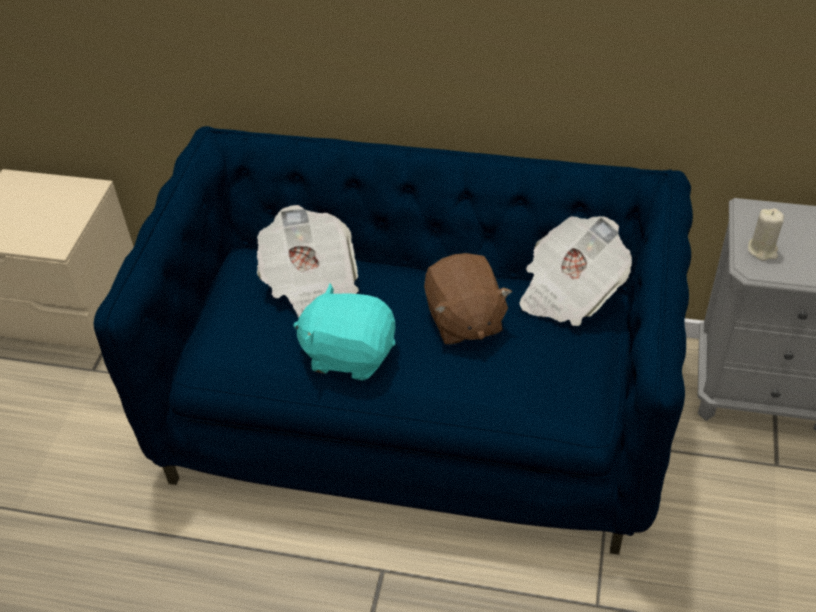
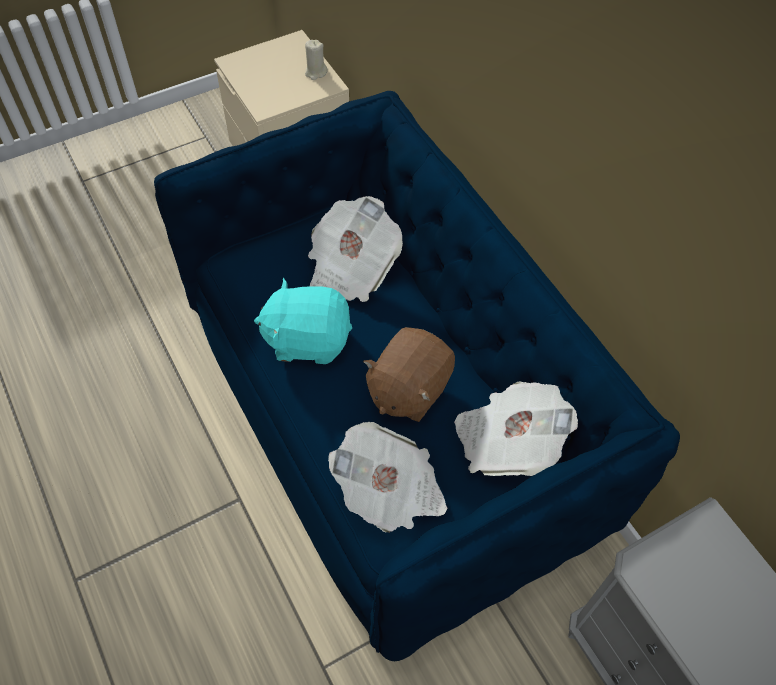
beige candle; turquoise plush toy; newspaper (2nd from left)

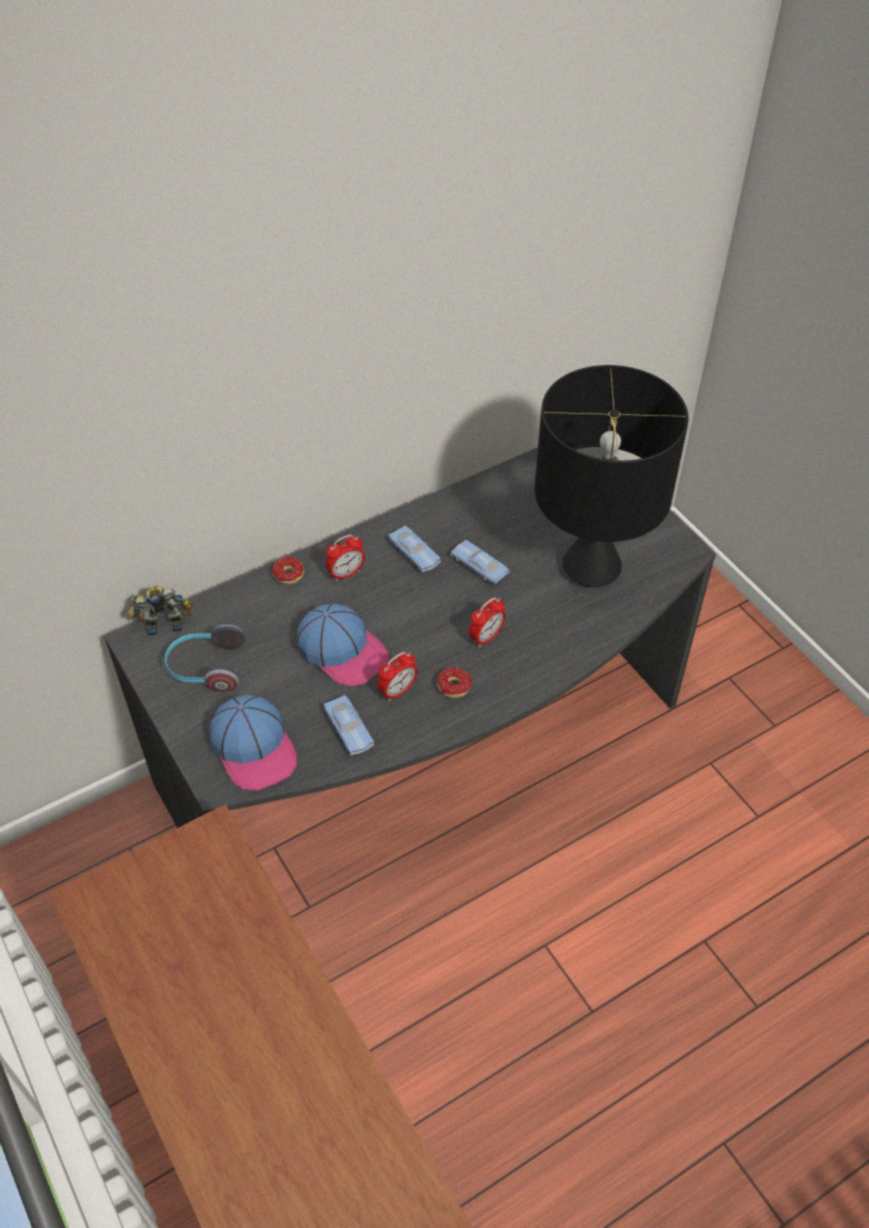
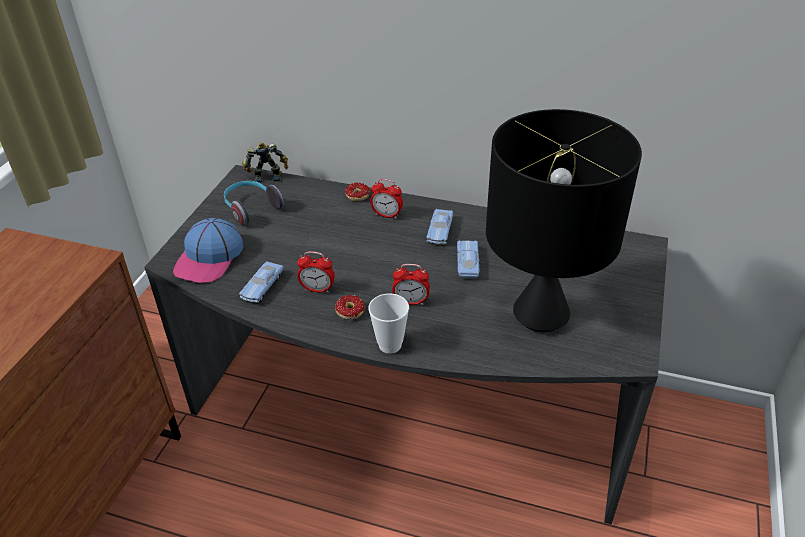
toy robot; cap (2nd from left in the first image); cup

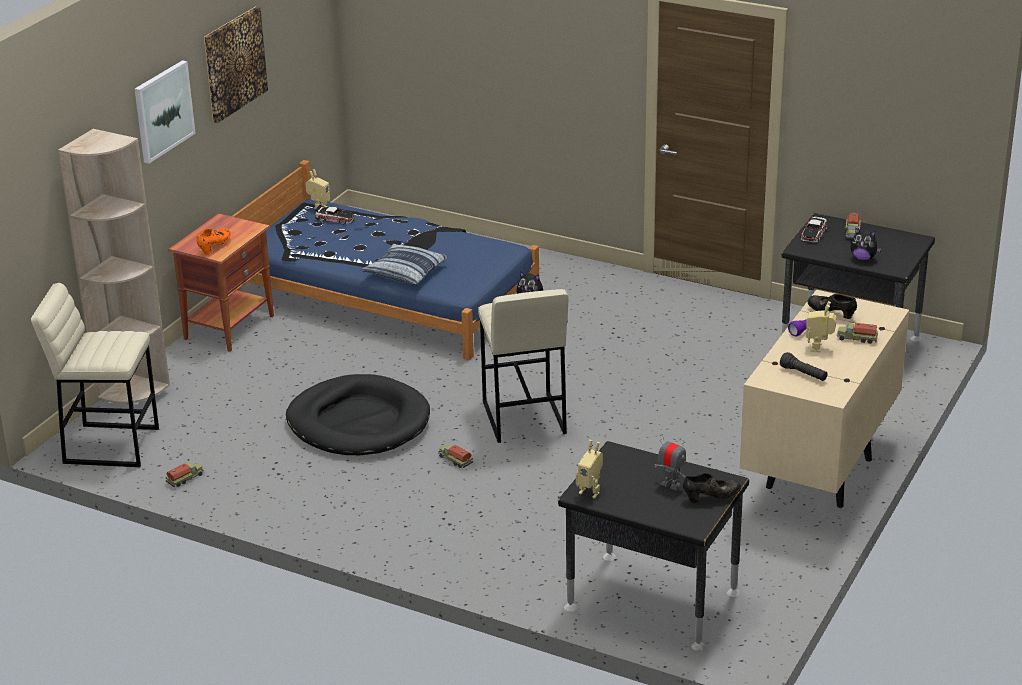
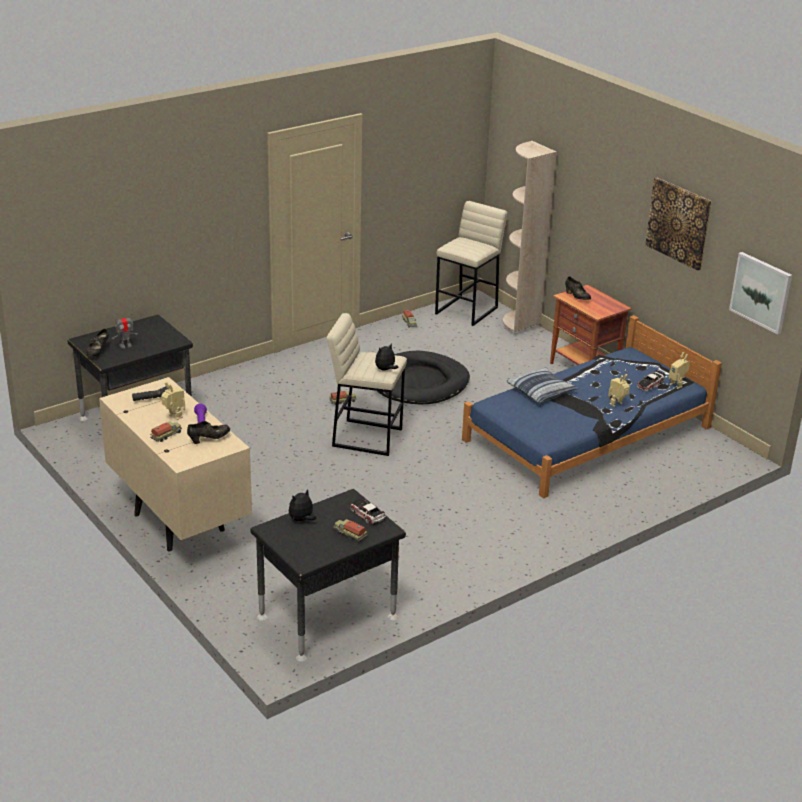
picture (2nd from left); black shoe (3rd from left); toy robot (3rd from left)

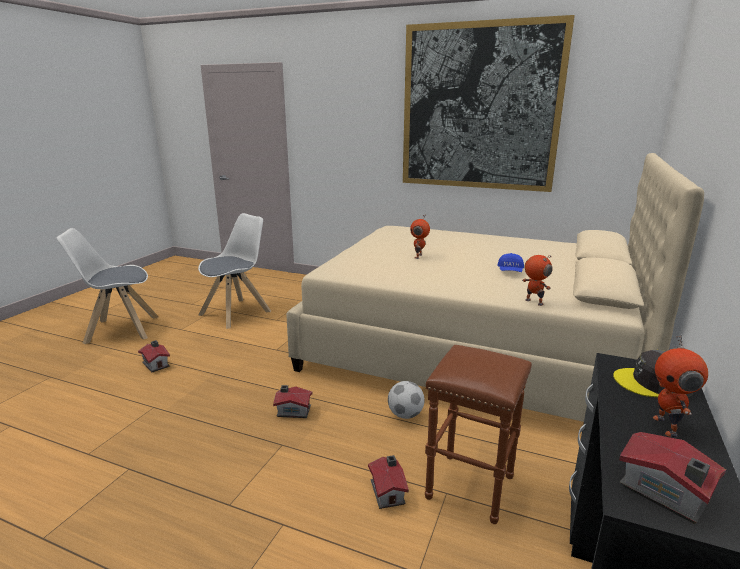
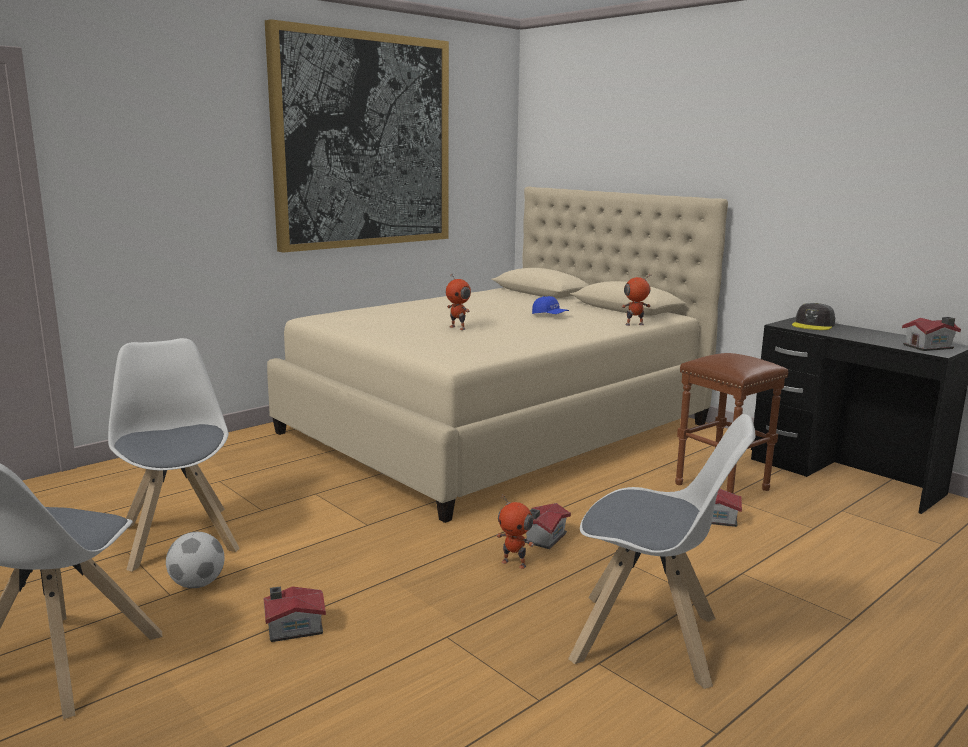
toy robot (2nd from left); football; chair (3rd from left)

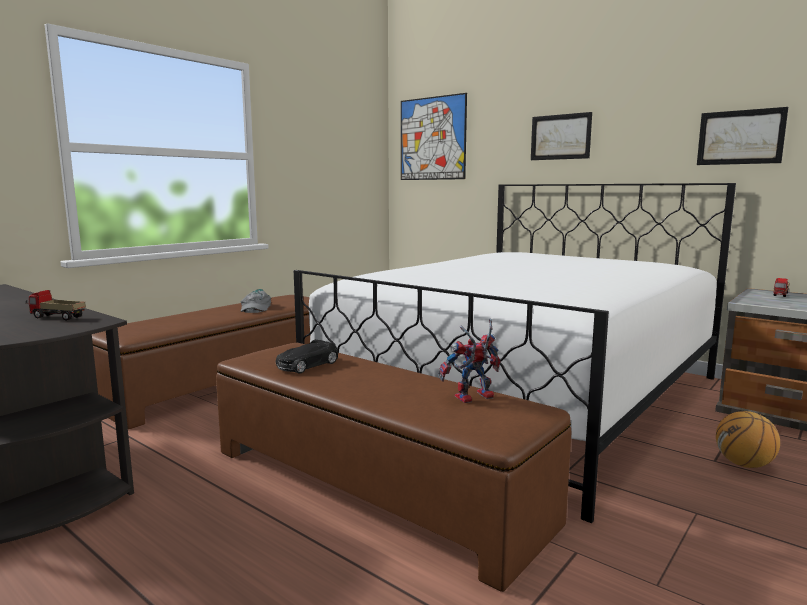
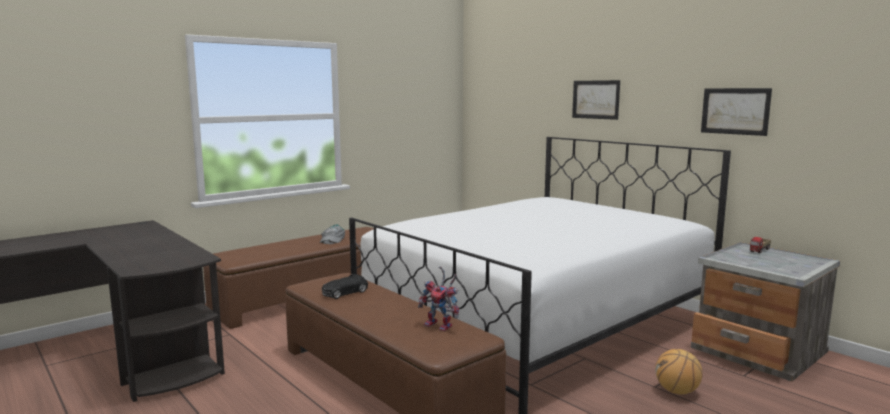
picture (1st from left in the first image); toy truck (1st from left in the first image); toy robot

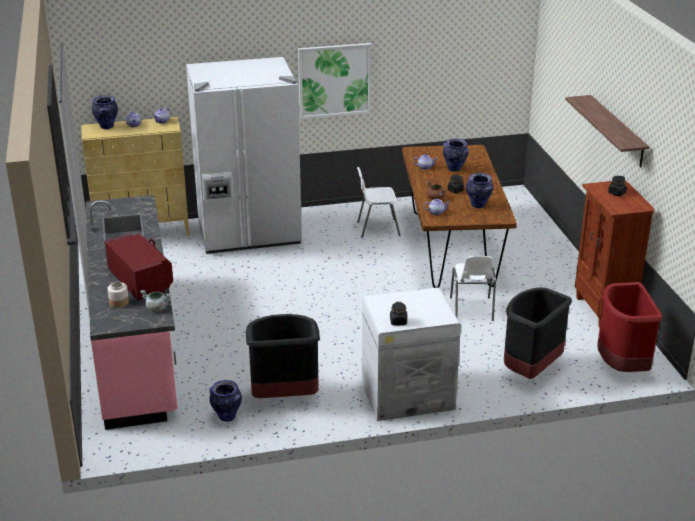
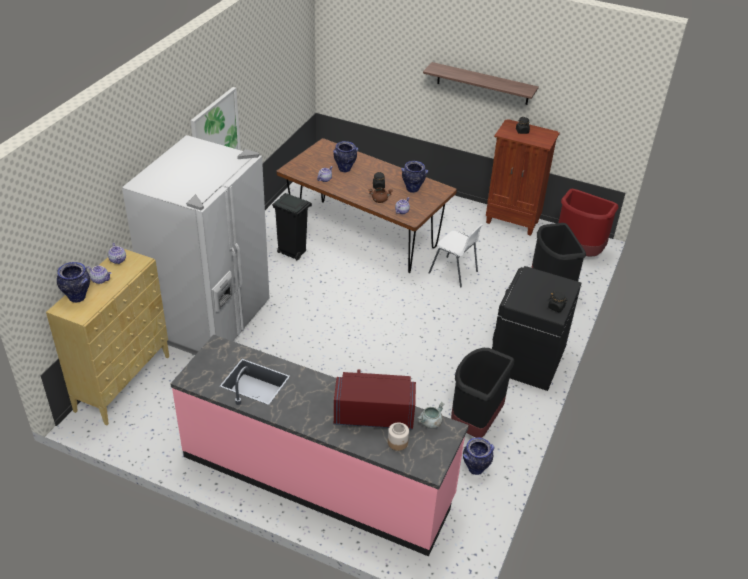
black trash can (1st from left); black washing machine

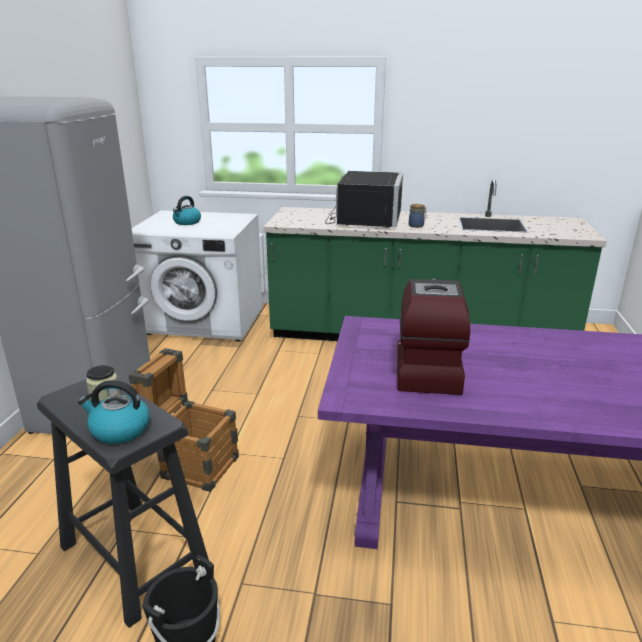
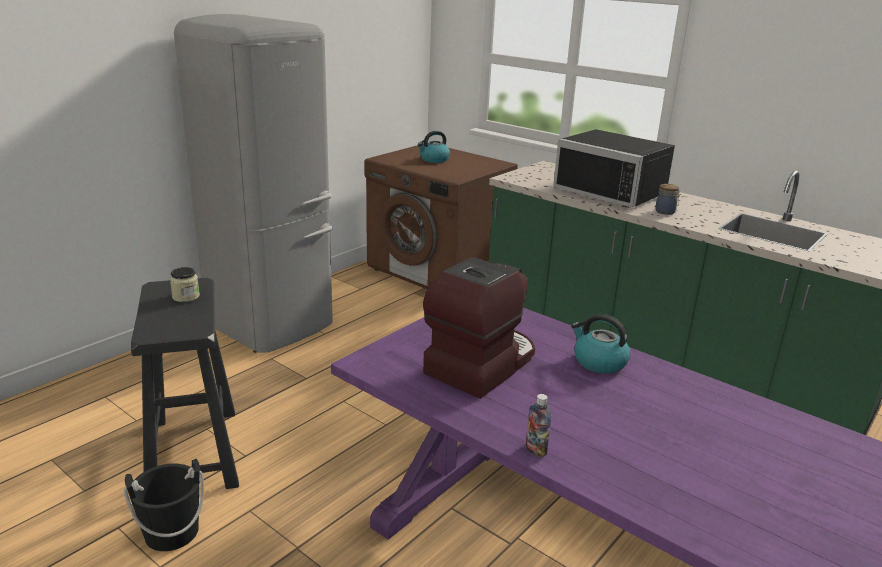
black microwave; brown washing machine; crate; kettle (2nd from left); bottle

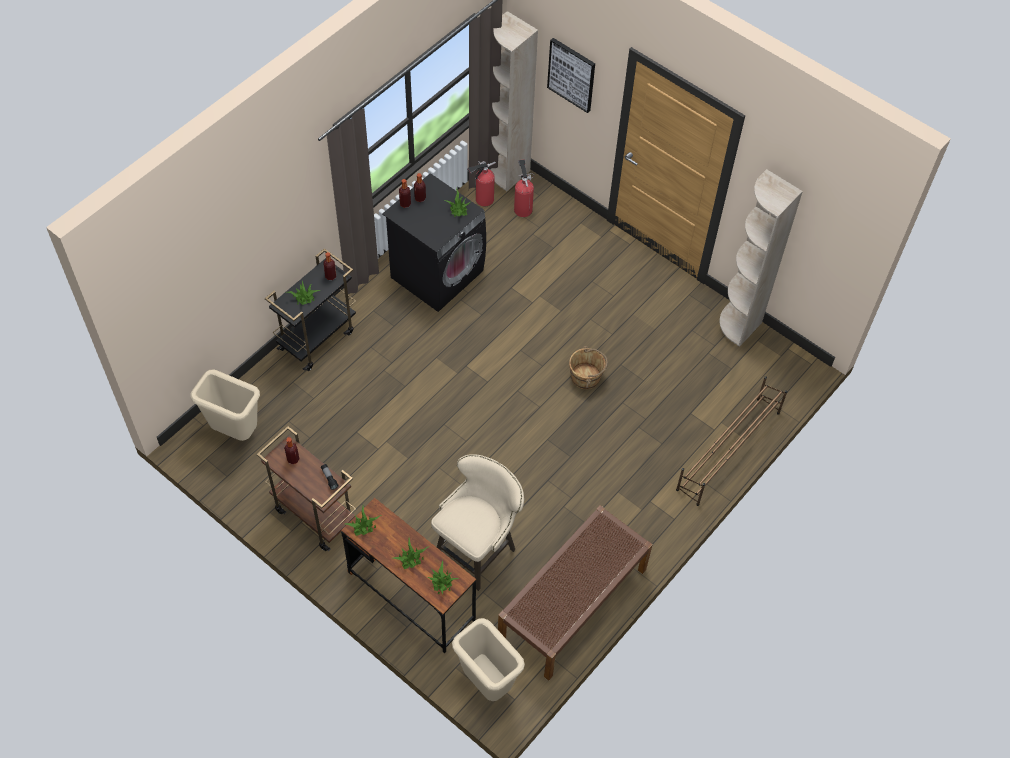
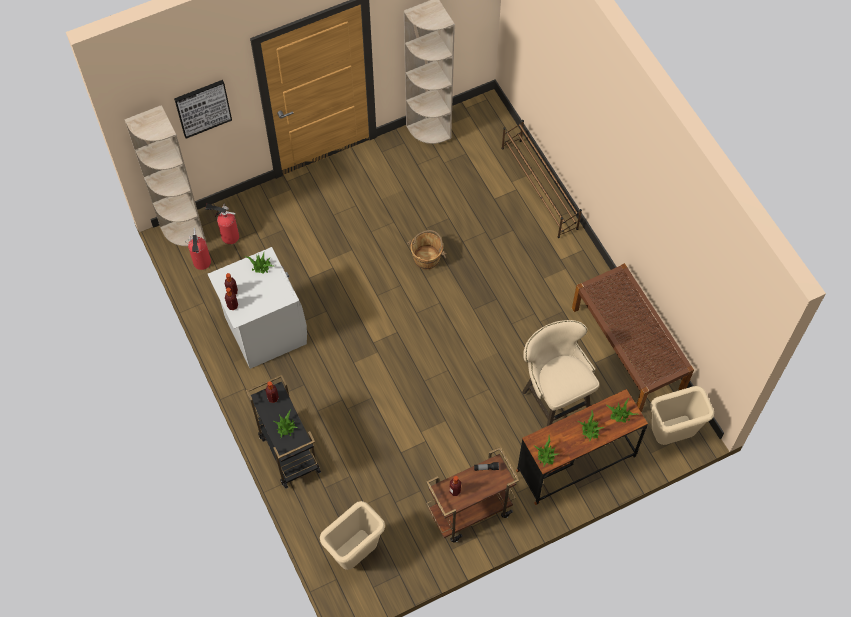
white washing machine

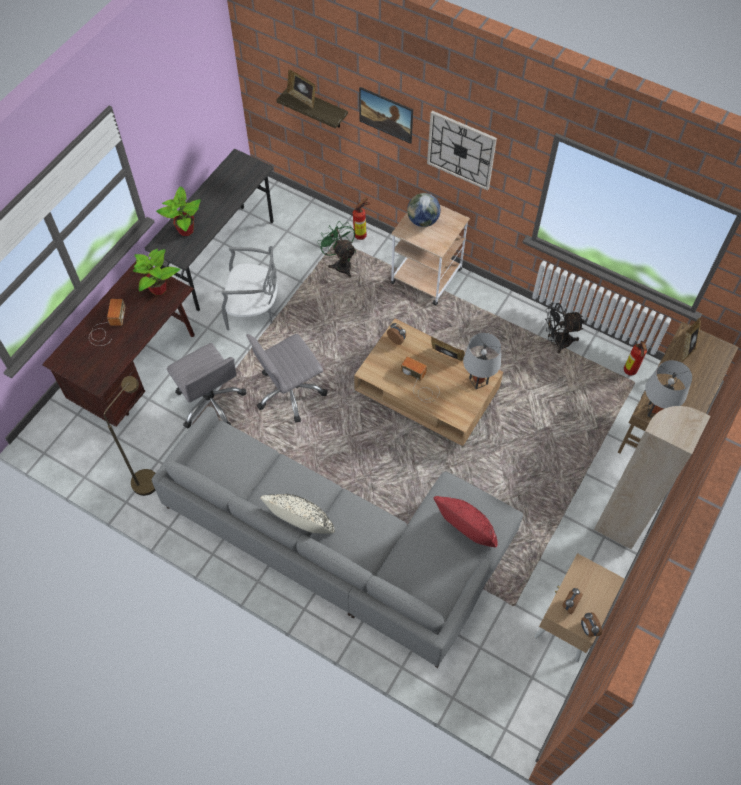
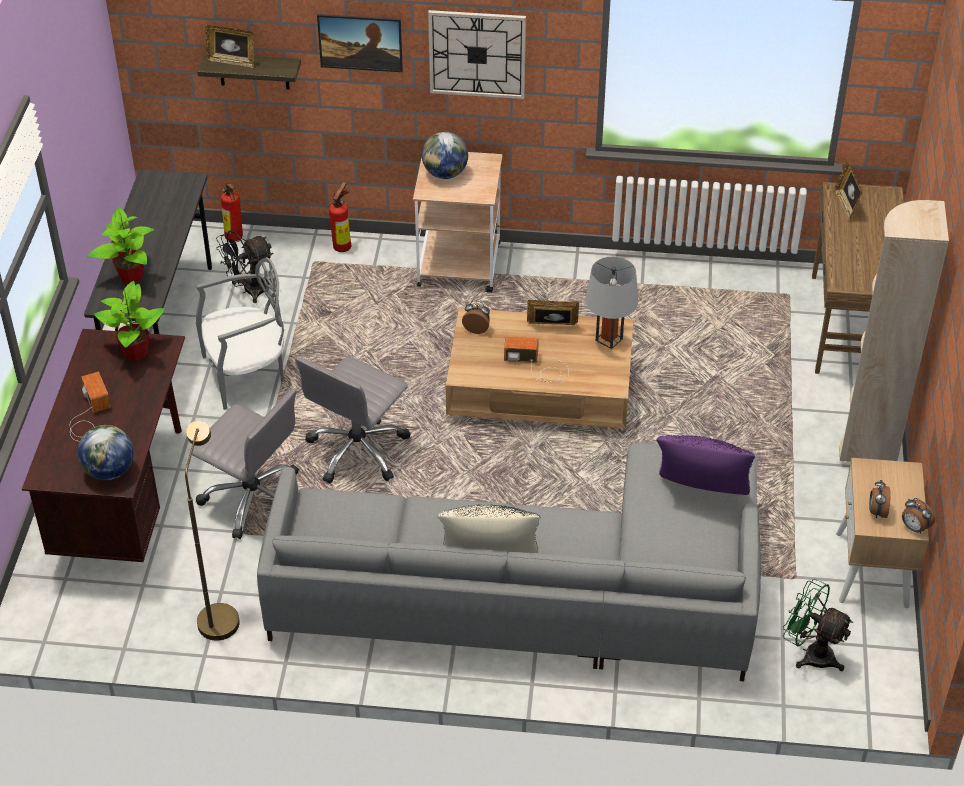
green fan; black fan; fire extinguisher (1st from left); grey table lamp (2nd from left in the first image); purple pillow; globe (1st from left)

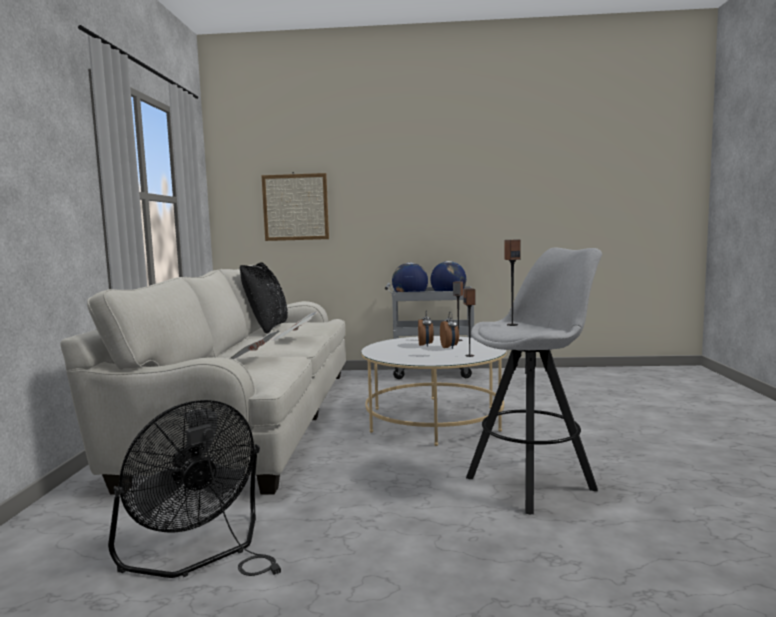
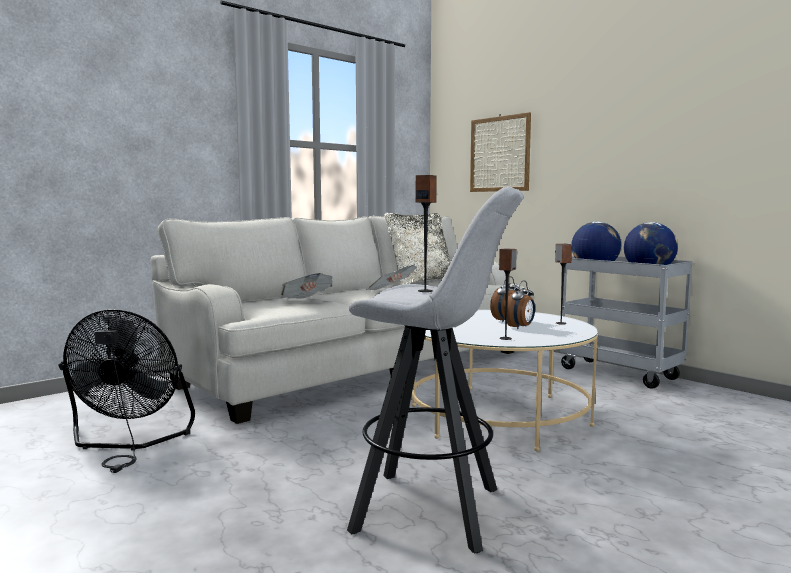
beige pillow

